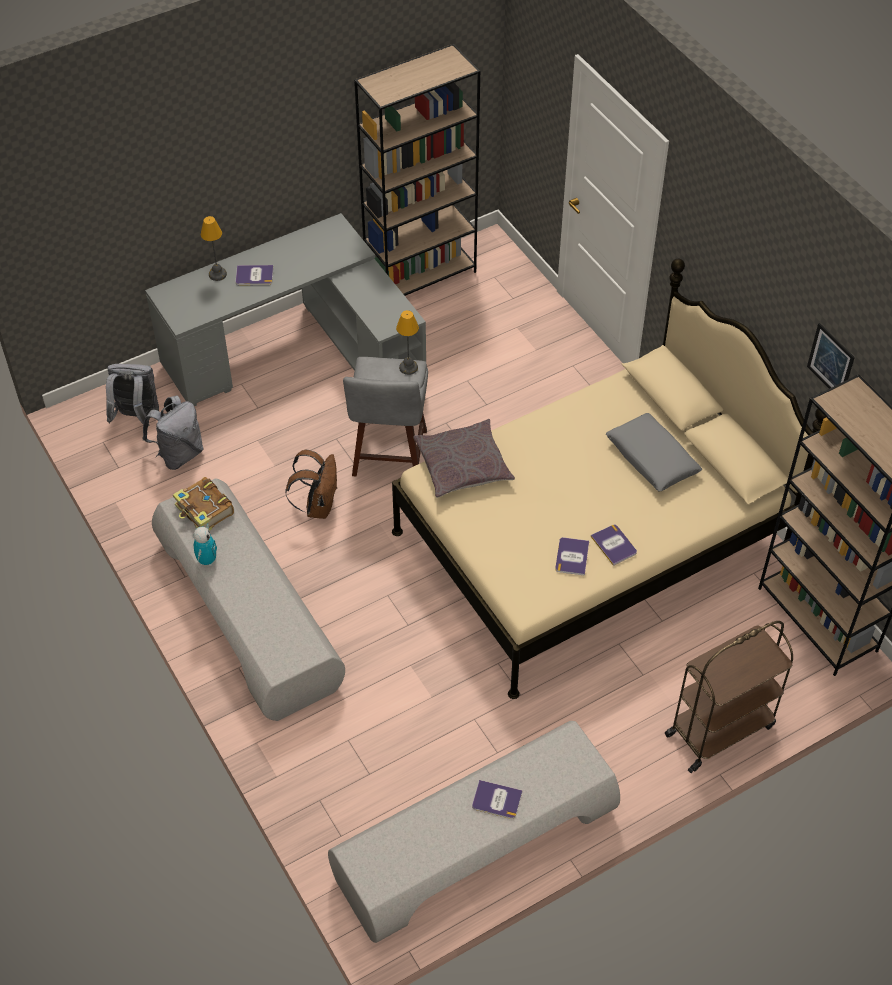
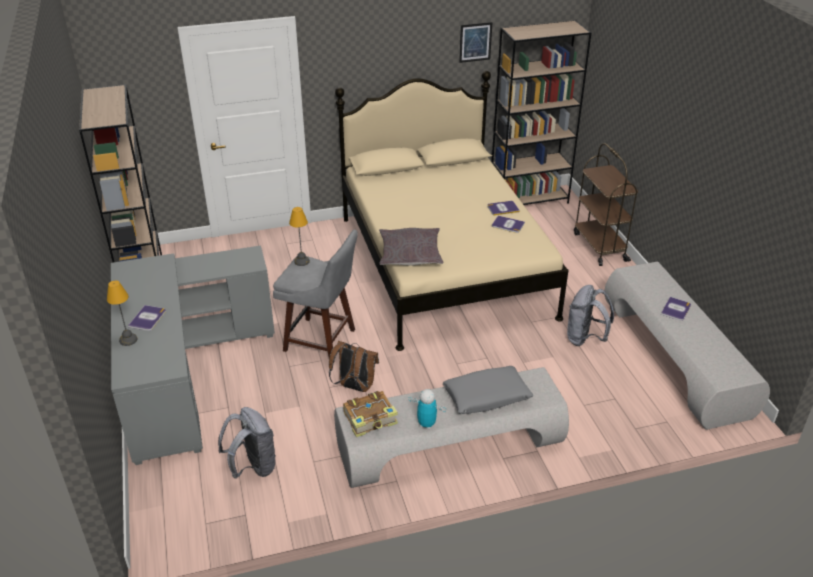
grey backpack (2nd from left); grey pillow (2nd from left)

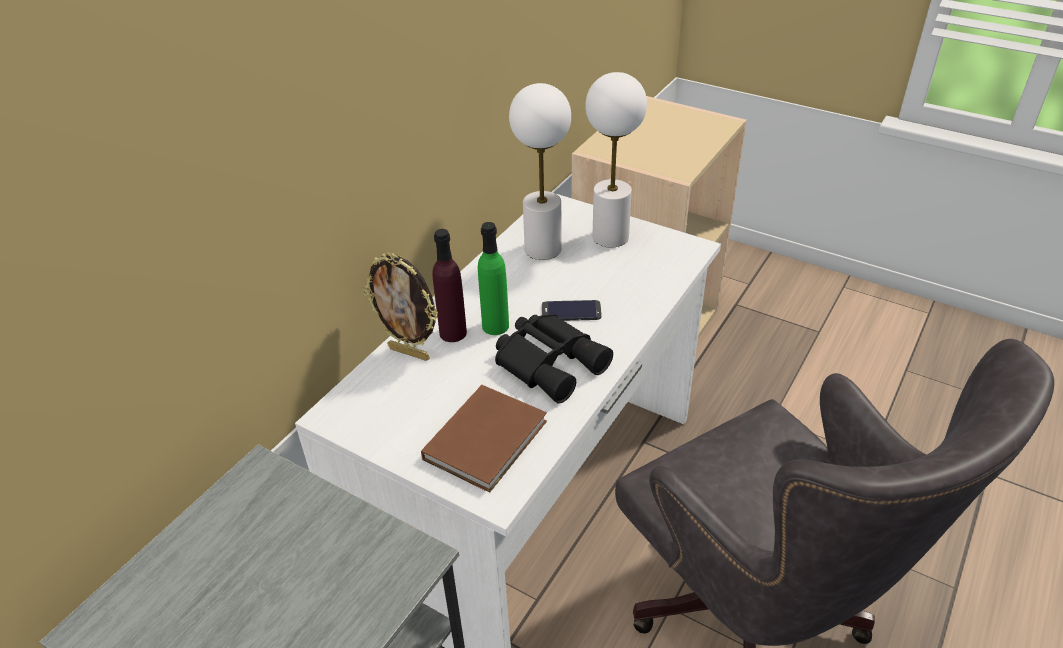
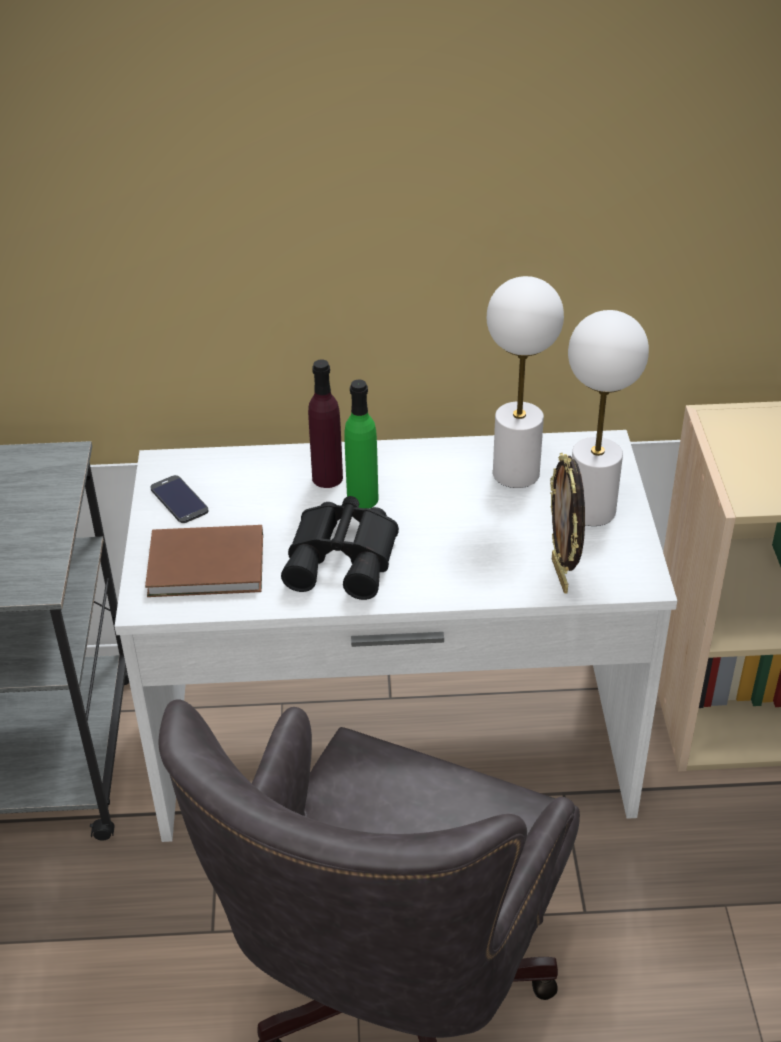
picture frame; phone

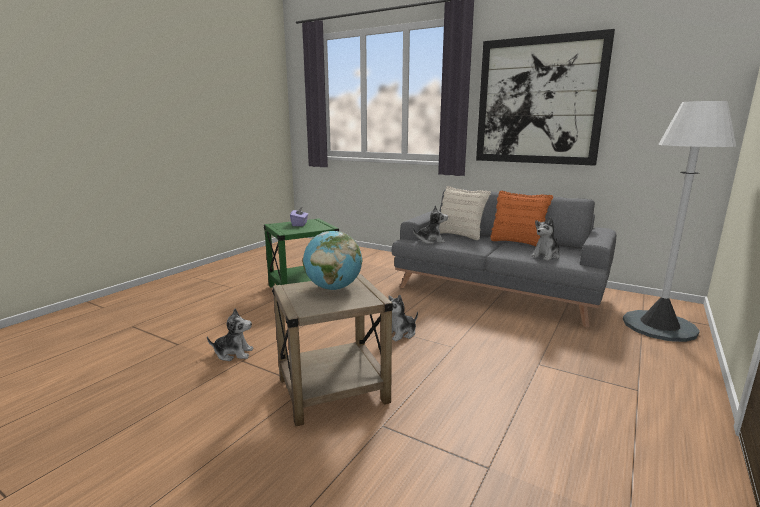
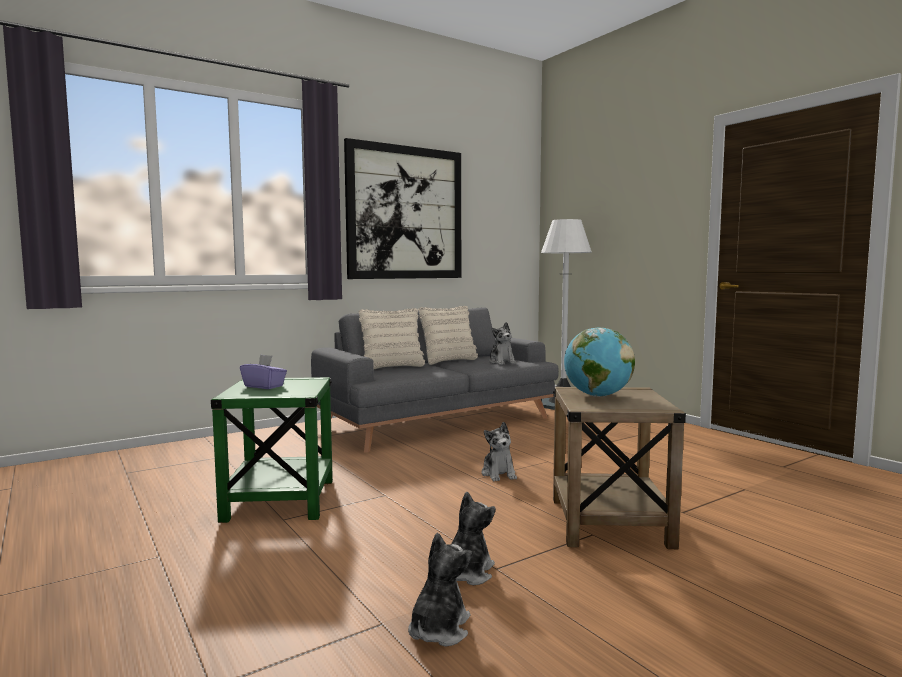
beige pillow (2nd from left); plush toy (1st from left)

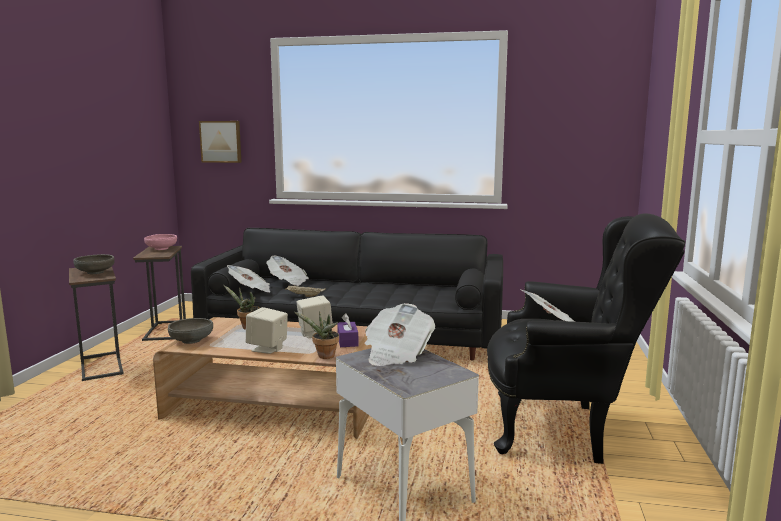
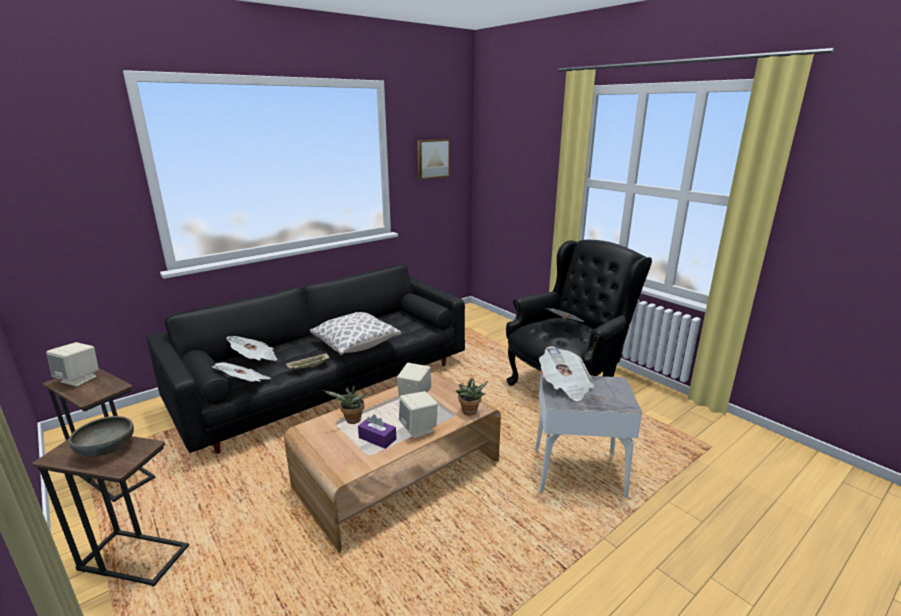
picture; beige speaker (1st from left); purple tissue box; grey bowl (2nd from left in the first image); pillow

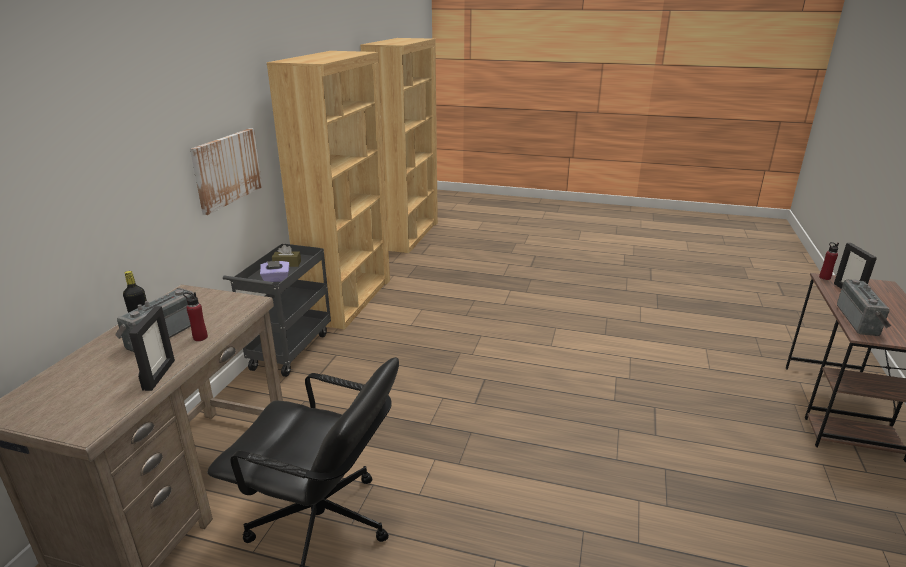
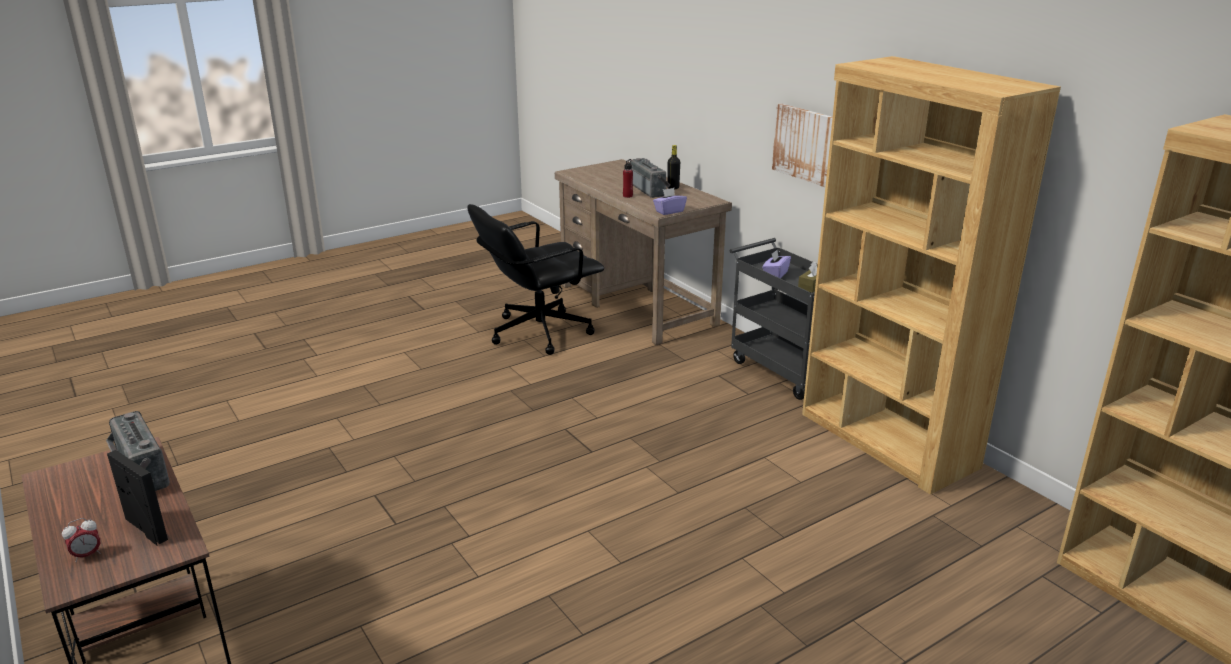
red bottle (2nd from left in the first image); picture frame (1st from left in the first image); purple tissue box (1st from left); alarm clock

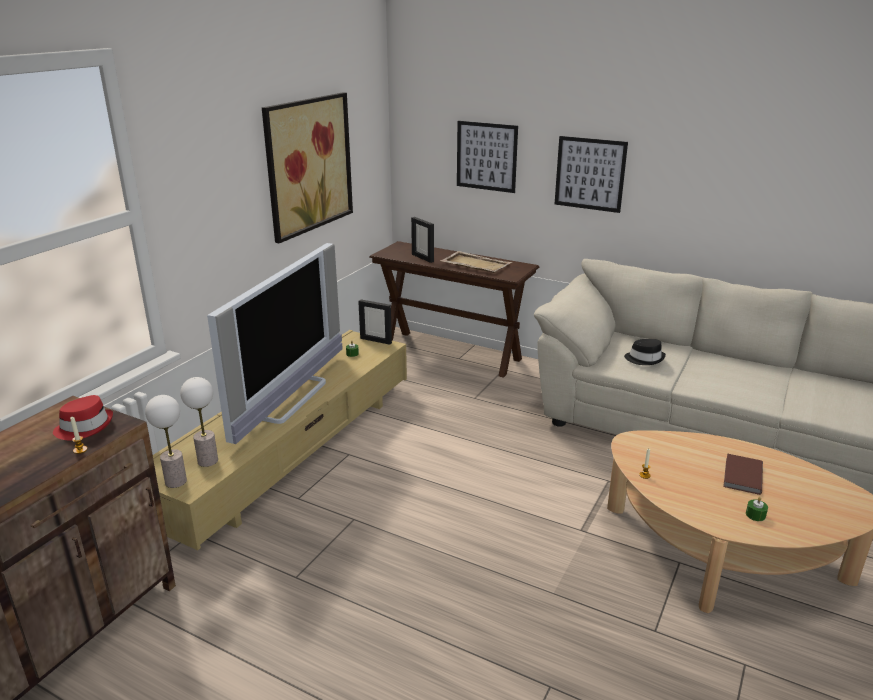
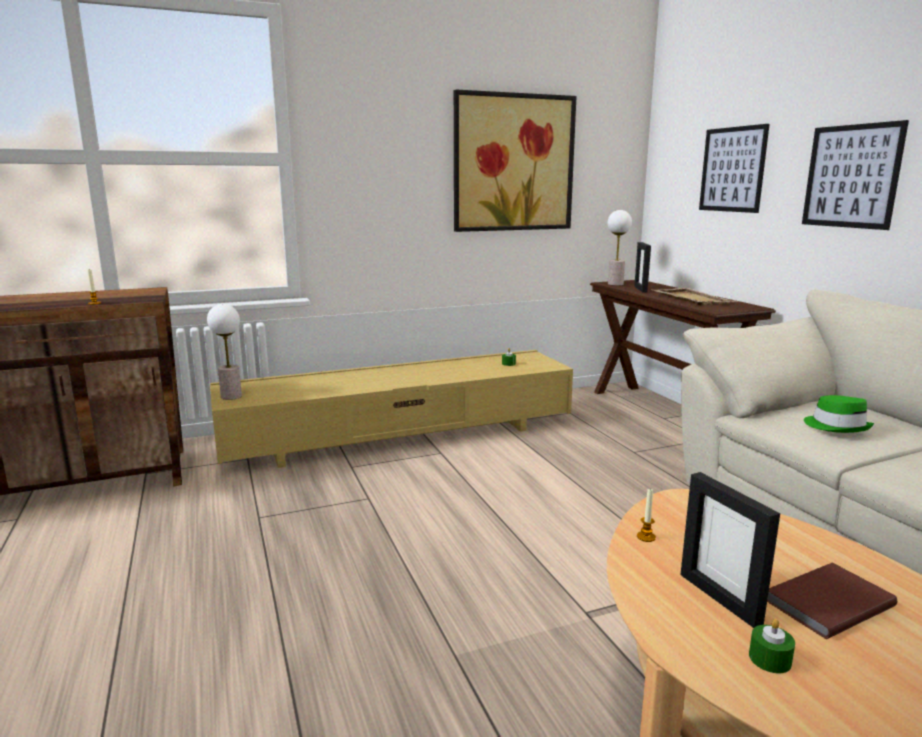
television; picture frame (2nd from left); green hat; table lamp (2nd from left); red hat

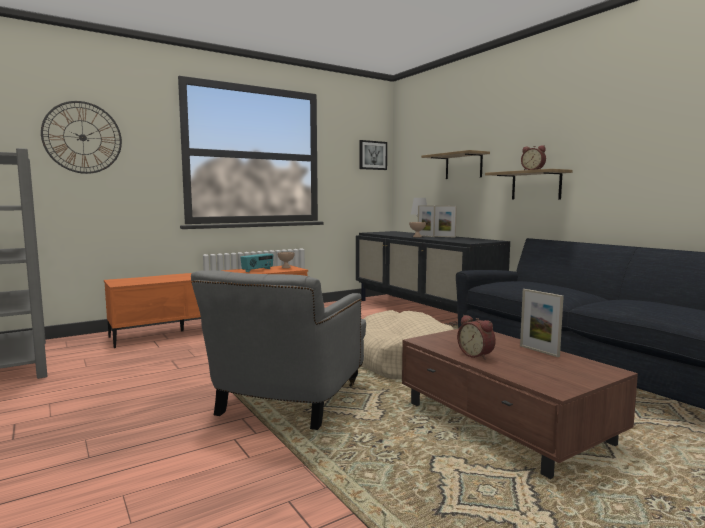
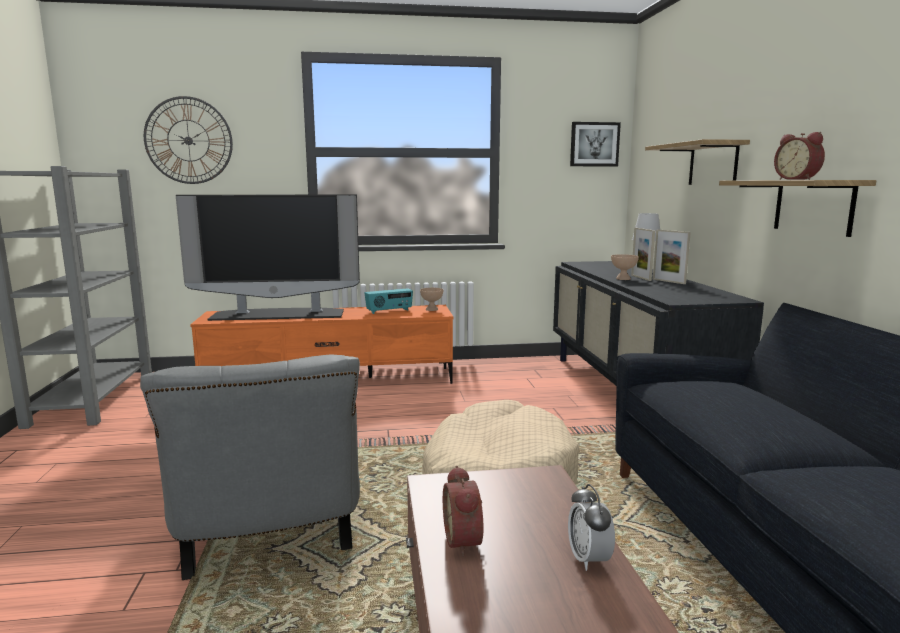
grey armchair; alarm clock (2nd from left); television

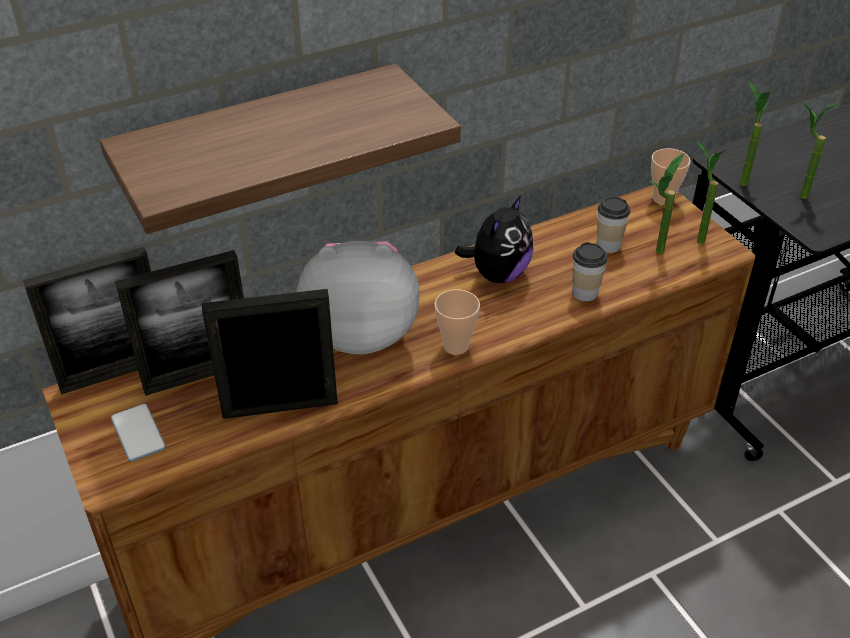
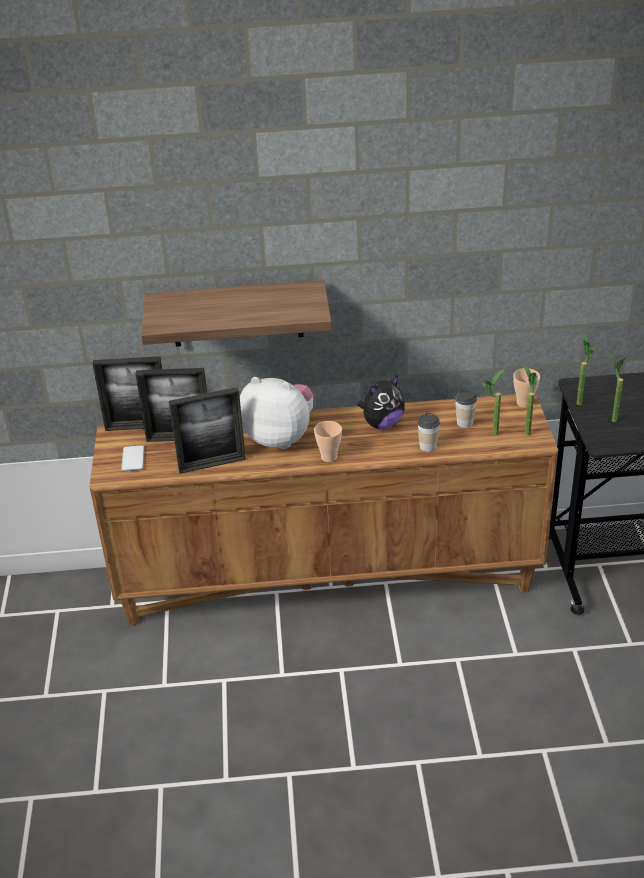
picture frame (3rd from left)

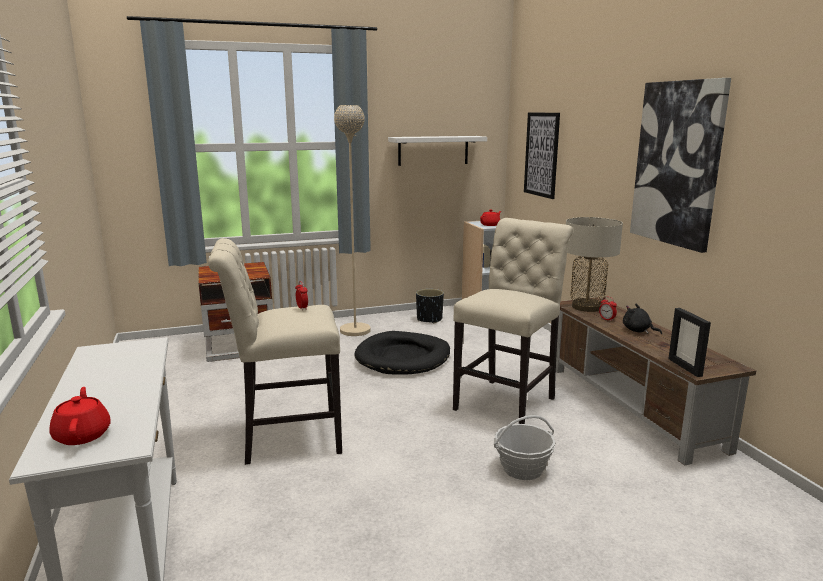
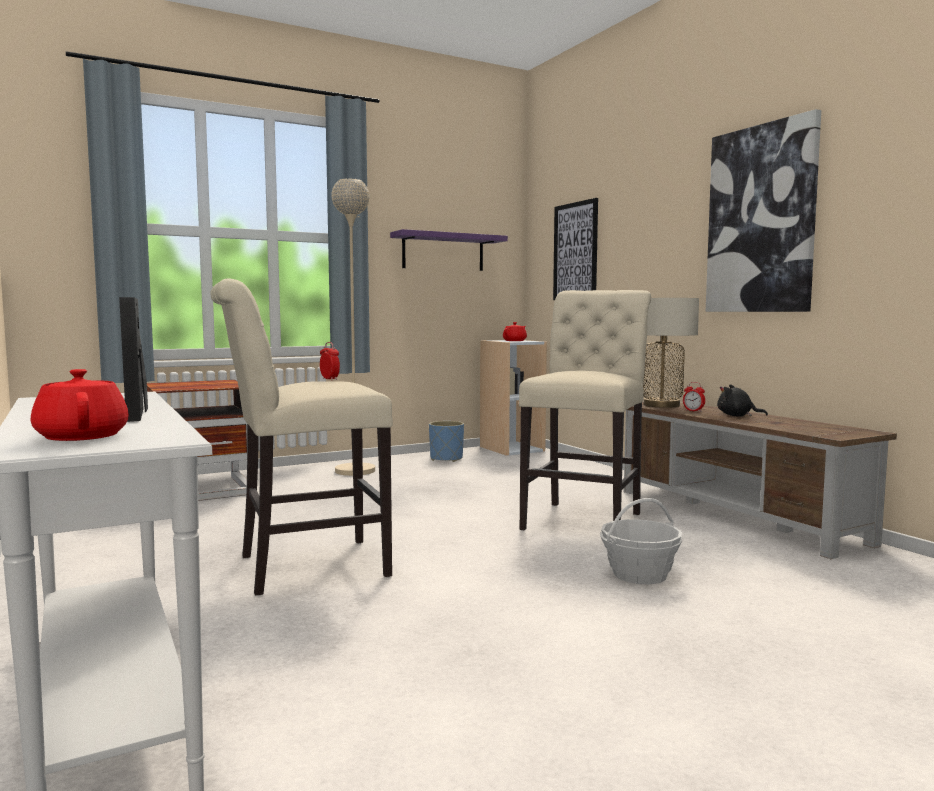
purple shelf; blue planter; picture frame; black dog bed

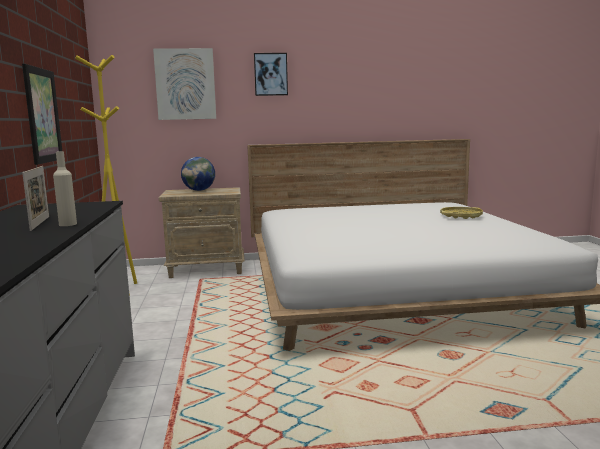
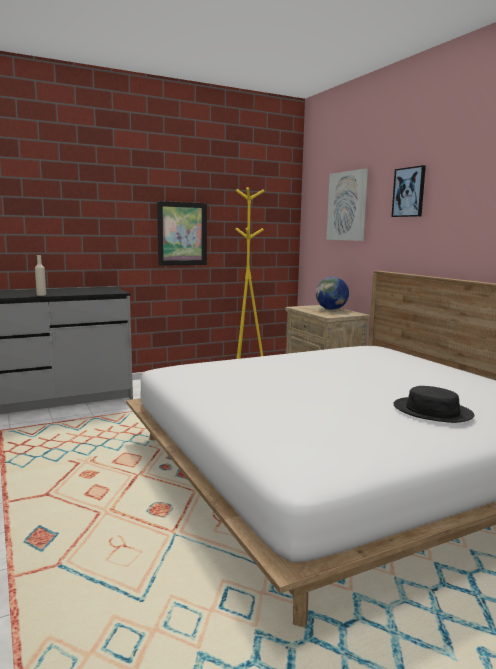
picture frame; black hat

